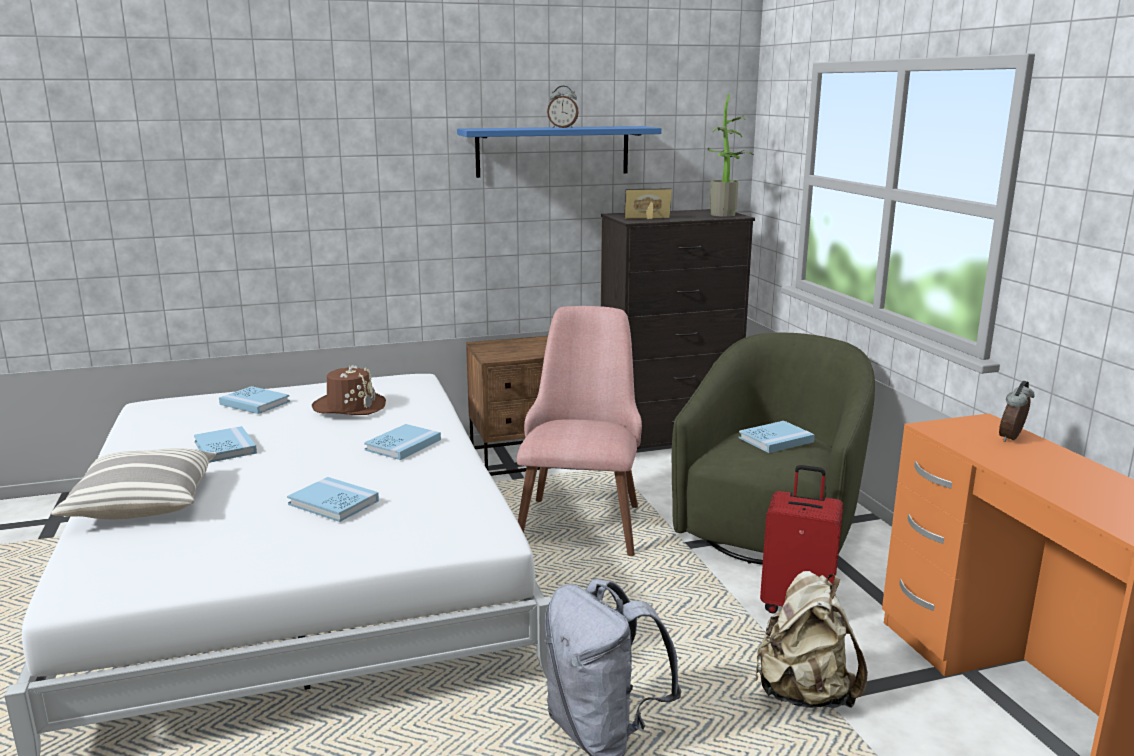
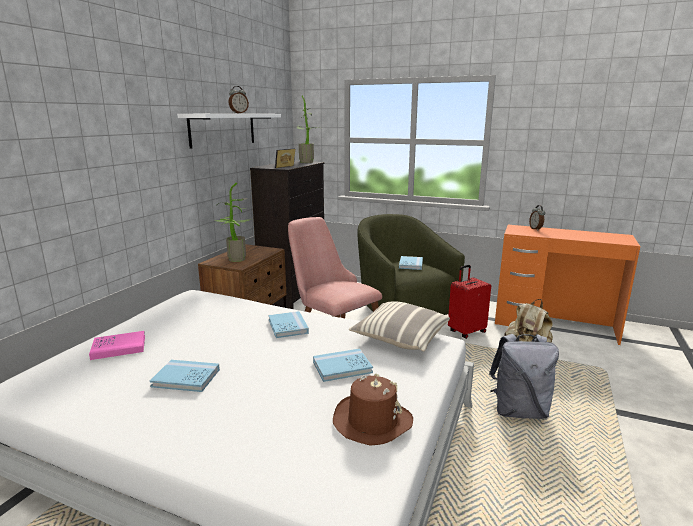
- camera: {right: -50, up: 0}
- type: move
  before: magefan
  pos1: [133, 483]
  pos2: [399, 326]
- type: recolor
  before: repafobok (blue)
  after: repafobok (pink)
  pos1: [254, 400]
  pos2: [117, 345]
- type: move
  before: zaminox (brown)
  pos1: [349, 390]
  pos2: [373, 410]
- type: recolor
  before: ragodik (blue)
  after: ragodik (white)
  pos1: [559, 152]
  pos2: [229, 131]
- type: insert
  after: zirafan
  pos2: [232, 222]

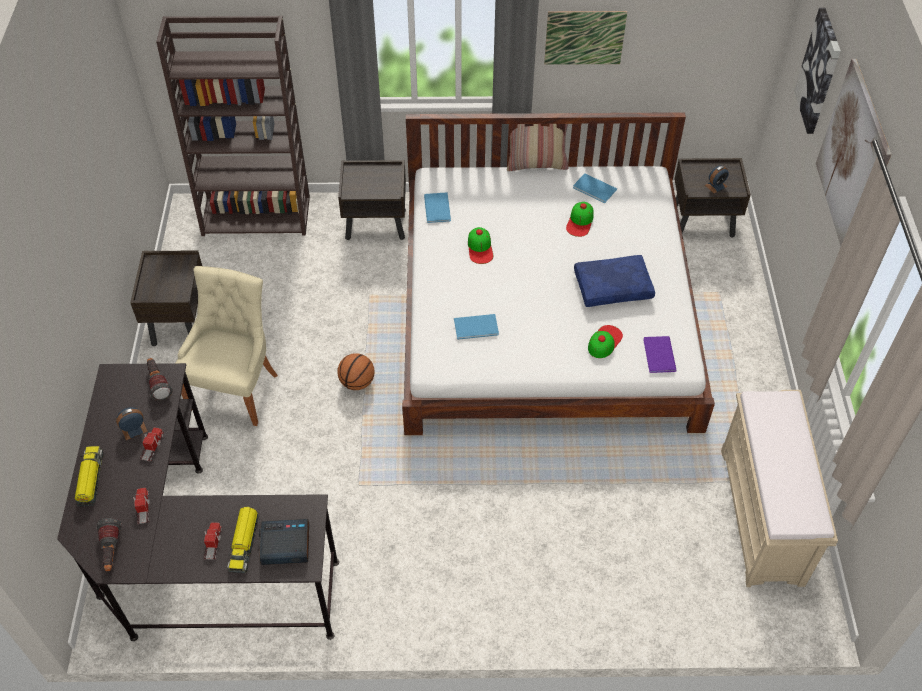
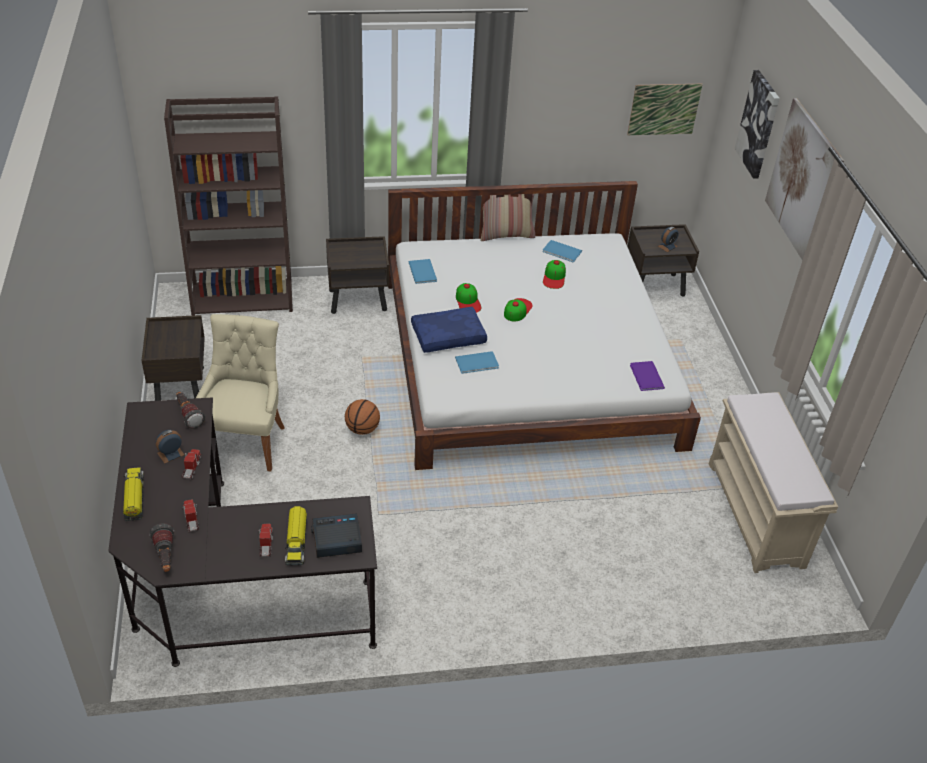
- camera: {right: -10, up: -10}
- type: move
  before: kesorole
  pos1: [585, 38]
  pos2: [665, 109]
- type: move
  before: magefan (blue)
  pos1: [614, 281]
  pos2: [449, 330]
- type: move
  before: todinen
  pos1: [605, 341]
  pos2: [518, 310]

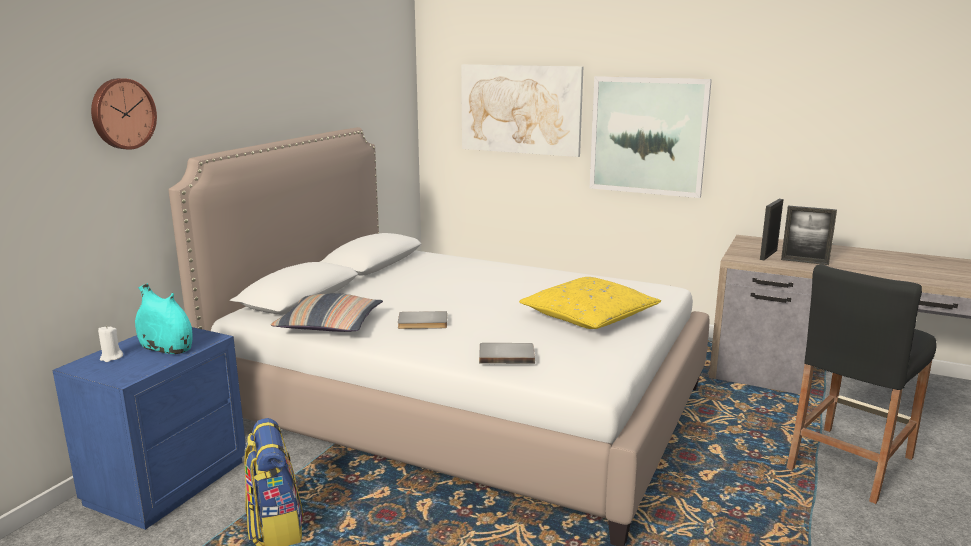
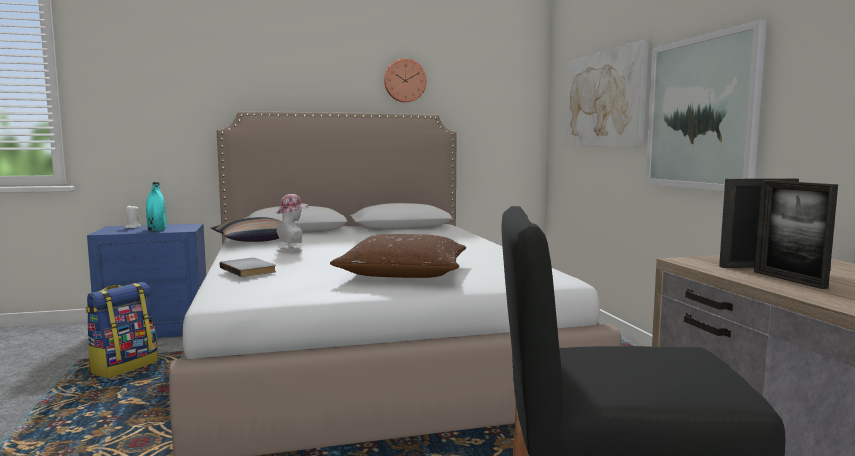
- camera: {right: 50, up: -10}
- type: move
  before: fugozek
  pos1: [124, 114]
  pos2: [405, 80]
- type: replace
  before: repafobok (grey)
  after: zaminox
  pos1: [422, 320]
  pos2: [292, 223]
- type: recolor
  before: magefan (yellow)
  after: magefan (brown)
  pos1: [590, 303]
  pos2: [398, 256]

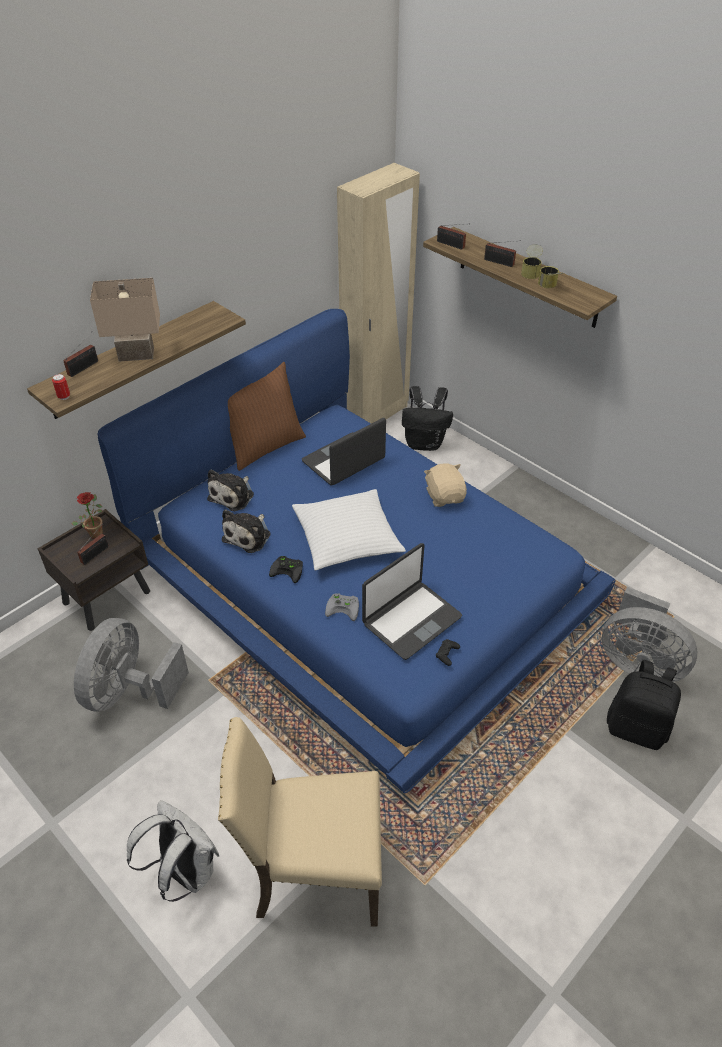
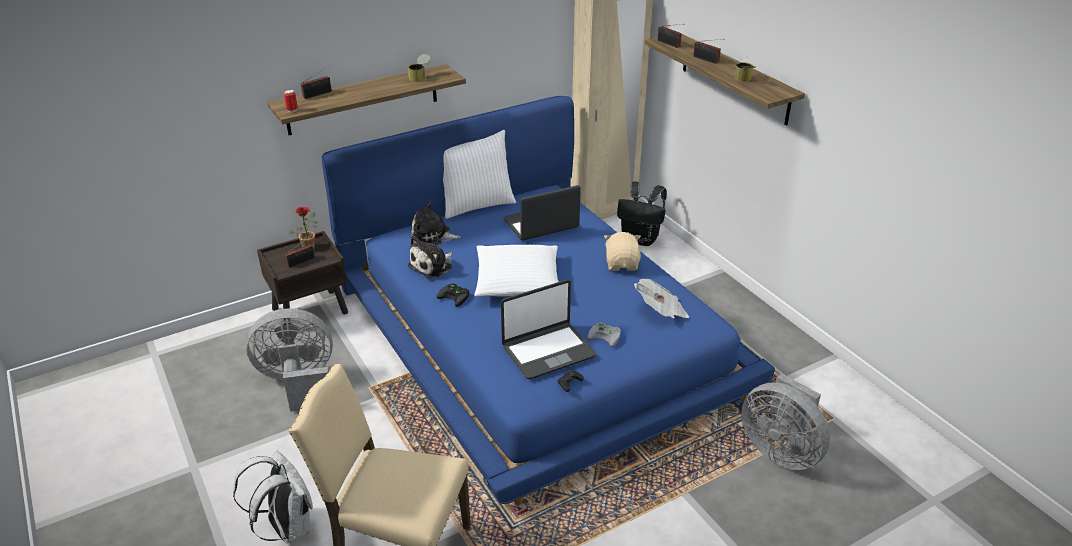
- camera: {right: 15, up: -10}
- type: rotate
  before: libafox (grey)
  pos1: [131, 665]
  pos2: [289, 360]
  turn: 45
- type: delete
  before: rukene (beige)
  pos1: [125, 320]
- type: rotate
  before: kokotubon
  pos1: [230, 490]
  pos2: [436, 223]
  turn: 60
- type: recolor
  before: magefan (brown)
  after: magefan (white)
  pos1: [267, 416]
  pos2: [479, 174]
- type: move
  before: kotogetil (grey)
  pos1: [342, 607]
  pos2: [604, 334]
- type: move
  before: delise
  pos1: [532, 261]
  pos2: [419, 68]
- type: delete
  before: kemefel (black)
  pos1: [644, 705]
- type: insert
  after: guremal
  pos2: [661, 298]

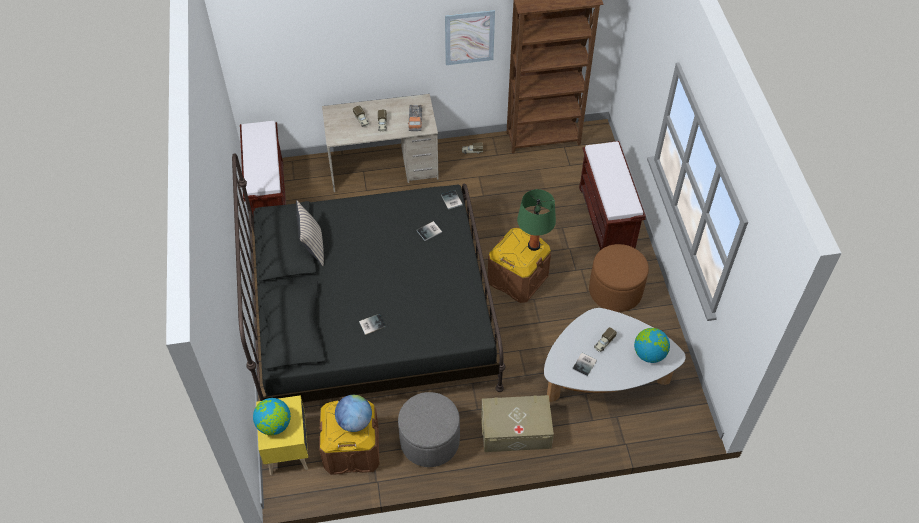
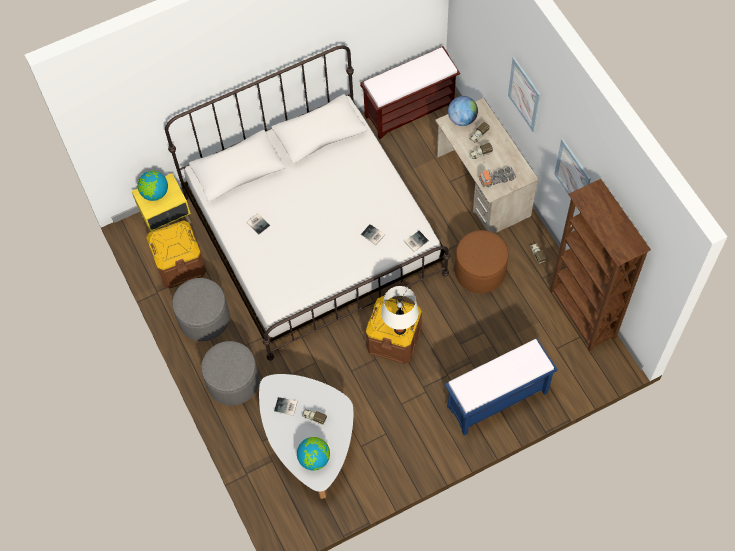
- camera: {right: 75, up: 10}
- type: recolor
  before: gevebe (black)
  after: gevebe (white)
  pos1: [368, 277]
  pos2: [307, 202]
- type: delete
  before: magefan (beige)
  pos1: [310, 233]
- type: move
  before: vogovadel
  pos1: [353, 413]
  pos2: [463, 111]
- type: replace
  before: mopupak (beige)
  after: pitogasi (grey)
  pos1: [517, 423]
  pos2: [230, 373]
- type: recolor
  before: rukene (green)
  after: rukene (white)
  pos1: [536, 220]
  pos2: [400, 310]
- type: recolor
  before: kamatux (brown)
  after: kamatux (blue)
  pos1: [612, 195]
  pos2: [501, 386]
- type: move
  before: pitogasi (brown)
  pos1: [619, 278]
  pos2: [482, 261]
- type: insert
  after: kesorole
  pos2: [524, 94]

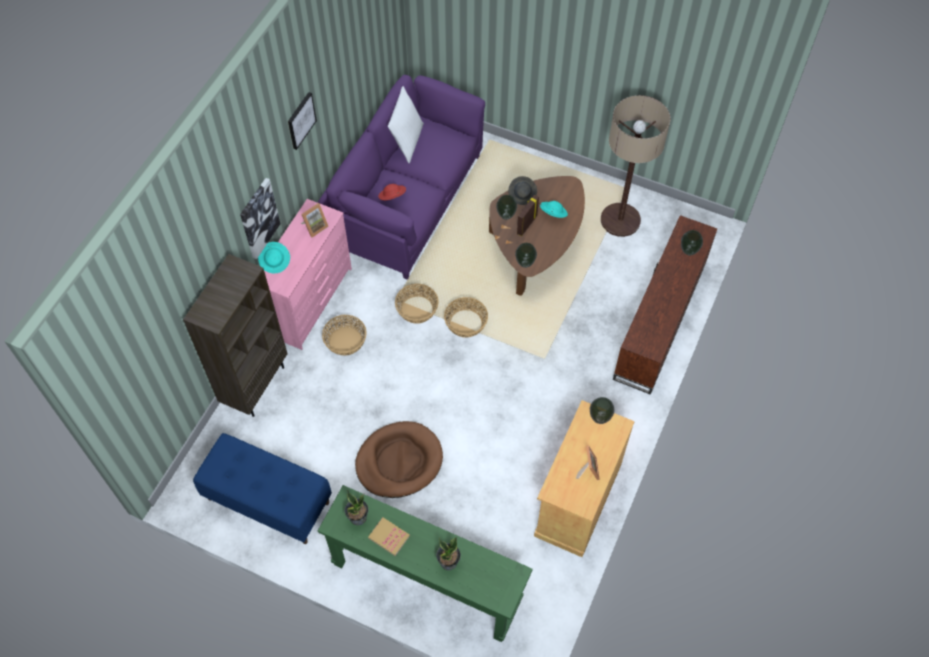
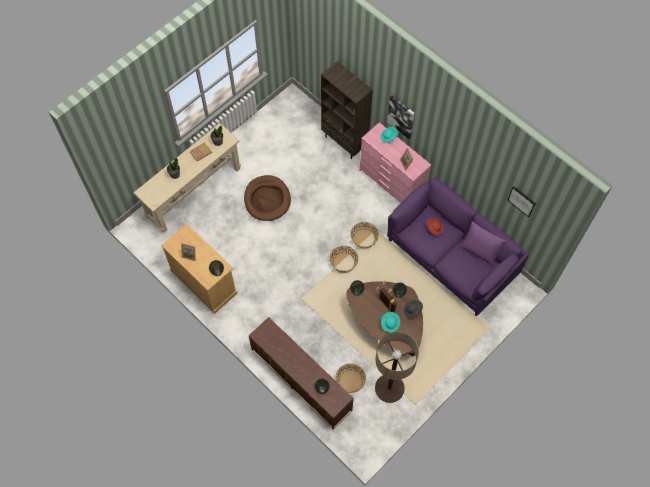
- camera: {right: 110, up: 5}
- type: delete
  before: kamatux (blue)
  pos1: [262, 488]
- type: move
  before: kesorole
  pos1: [302, 121]
  pos2: [522, 201]
- type: recolor
  before: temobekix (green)
  after: temobekix (beige)
  pos1: [425, 563]
  pos2: [187, 178]
- type: move
  before: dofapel
  pos1: [344, 335]
  pos2: [350, 378]
- type: recolor
  before: magefan (white)
  after: magefan (purple)
  pos1: [406, 124]
  pos2: [483, 244]

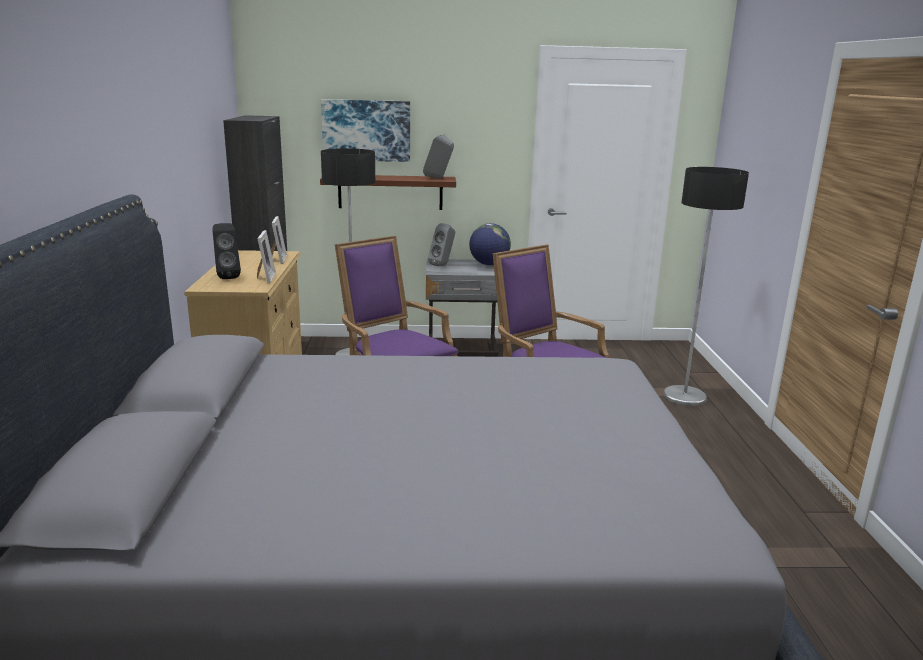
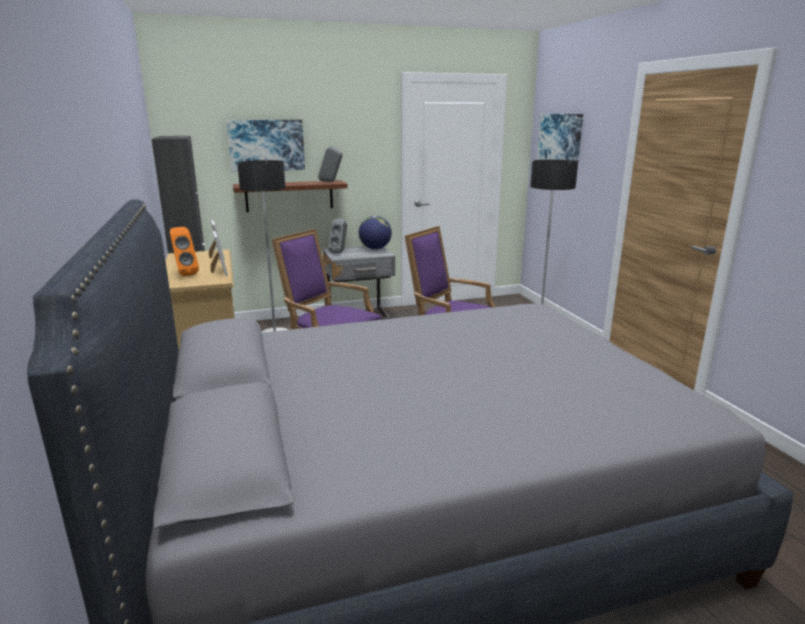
- camera: {right: -15, up: 0}
- type: recolor
  before: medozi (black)
  after: medozi (orange)
  pos1: [227, 251]
  pos2: [184, 251]
- type: insert
  after: kesorole
  pos2: [560, 137]

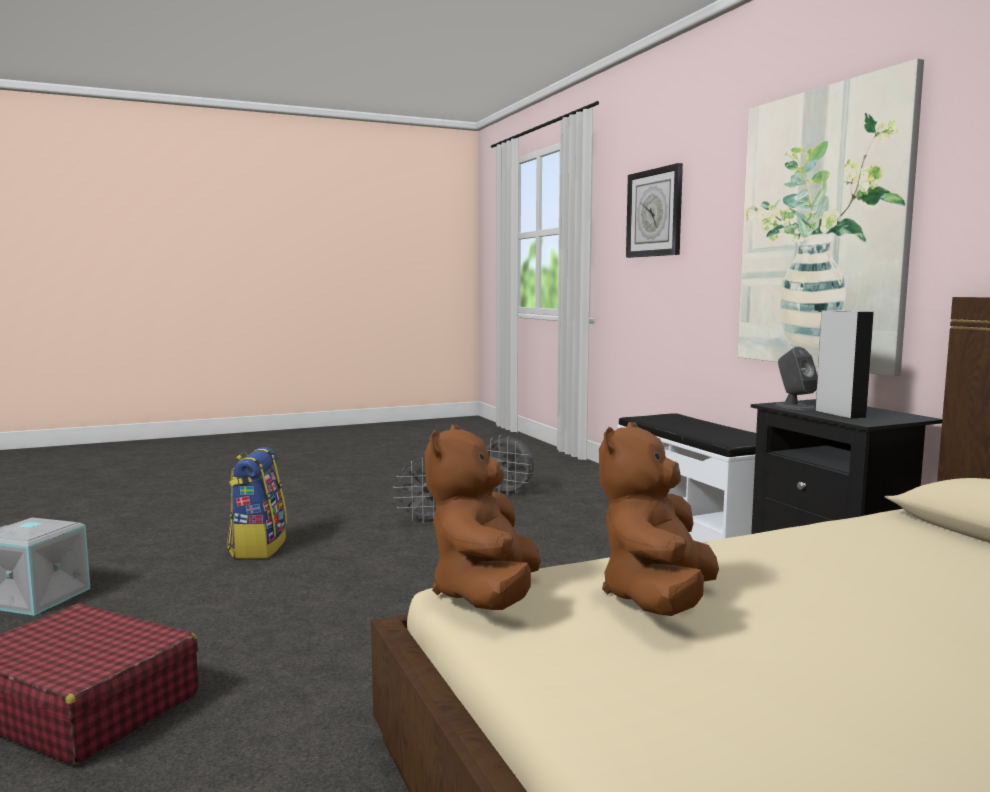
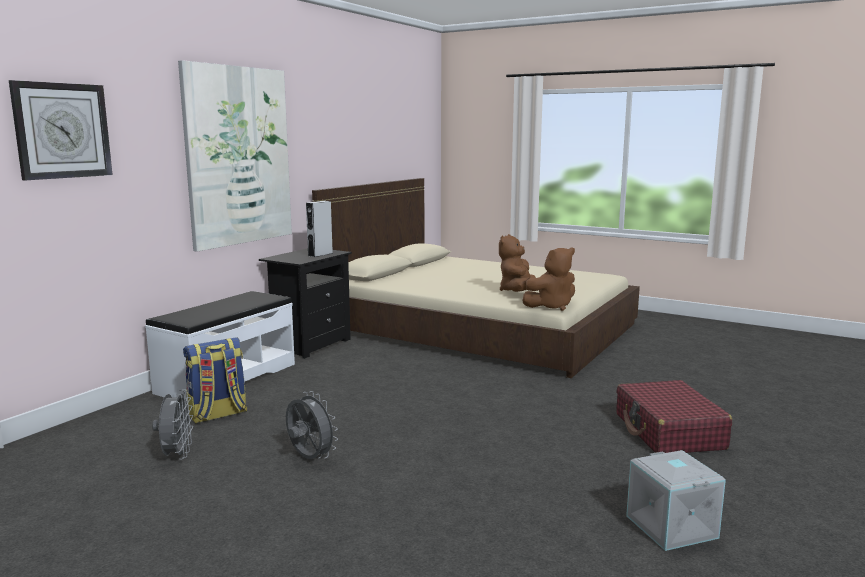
- camera: {right: -125, up: 5}
- type: move
  before: kemefel
  pos1: [257, 503]
  pos2: [215, 380]
- type: rotate
  before: kokotubon (brown)
  pos1: [659, 519]
  pos2: [517, 263]
  turn: 120
- type: delete
  before: medozi (grey)
  pos1: [796, 378]

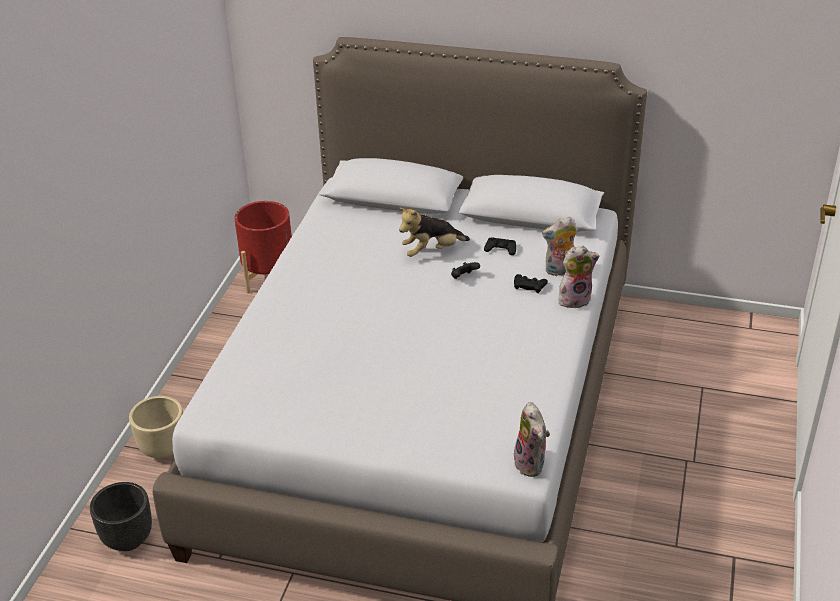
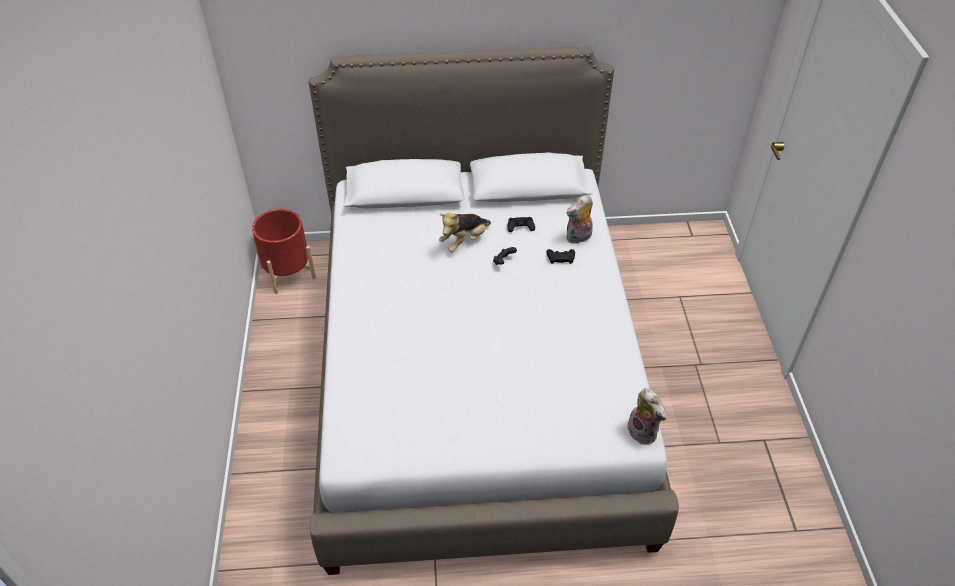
- camera: {right: -20, up: 10}
- type: delete
  before: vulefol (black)
  pos1: [121, 516]
- type: delete
  before: vulefol (beige)
  pos1: [156, 428]
- type: delete
  before: kokotubon
  pos1: [579, 277]

